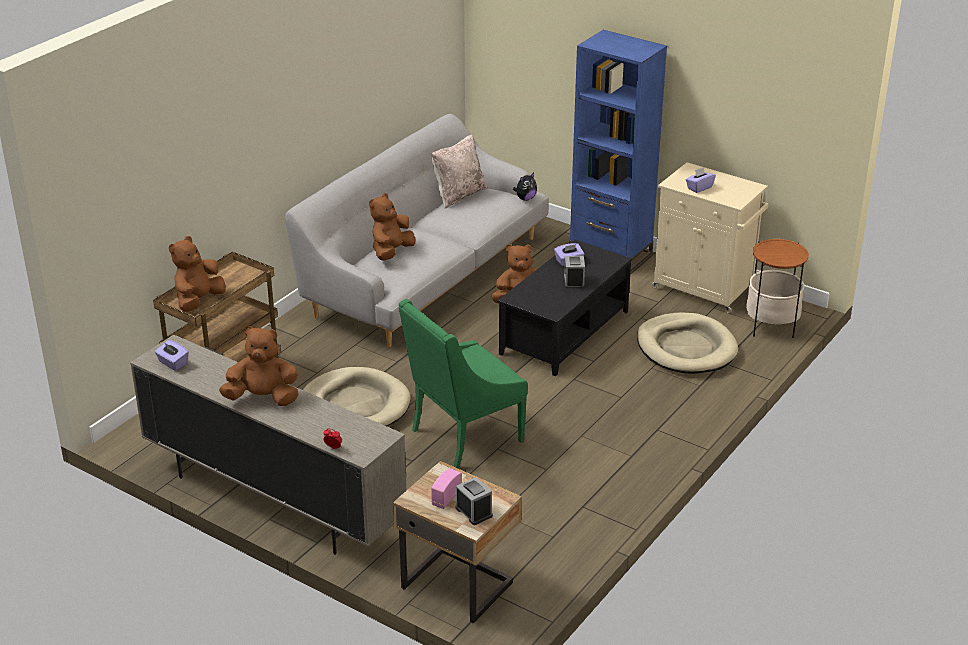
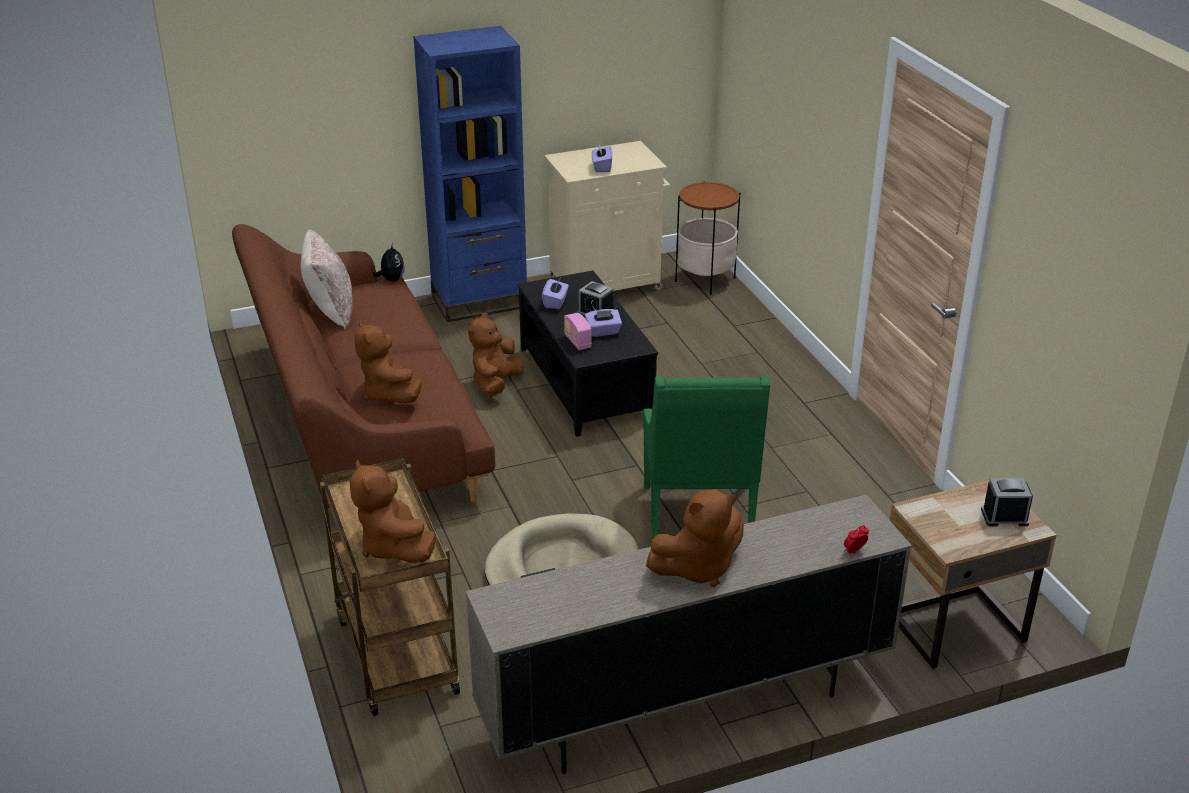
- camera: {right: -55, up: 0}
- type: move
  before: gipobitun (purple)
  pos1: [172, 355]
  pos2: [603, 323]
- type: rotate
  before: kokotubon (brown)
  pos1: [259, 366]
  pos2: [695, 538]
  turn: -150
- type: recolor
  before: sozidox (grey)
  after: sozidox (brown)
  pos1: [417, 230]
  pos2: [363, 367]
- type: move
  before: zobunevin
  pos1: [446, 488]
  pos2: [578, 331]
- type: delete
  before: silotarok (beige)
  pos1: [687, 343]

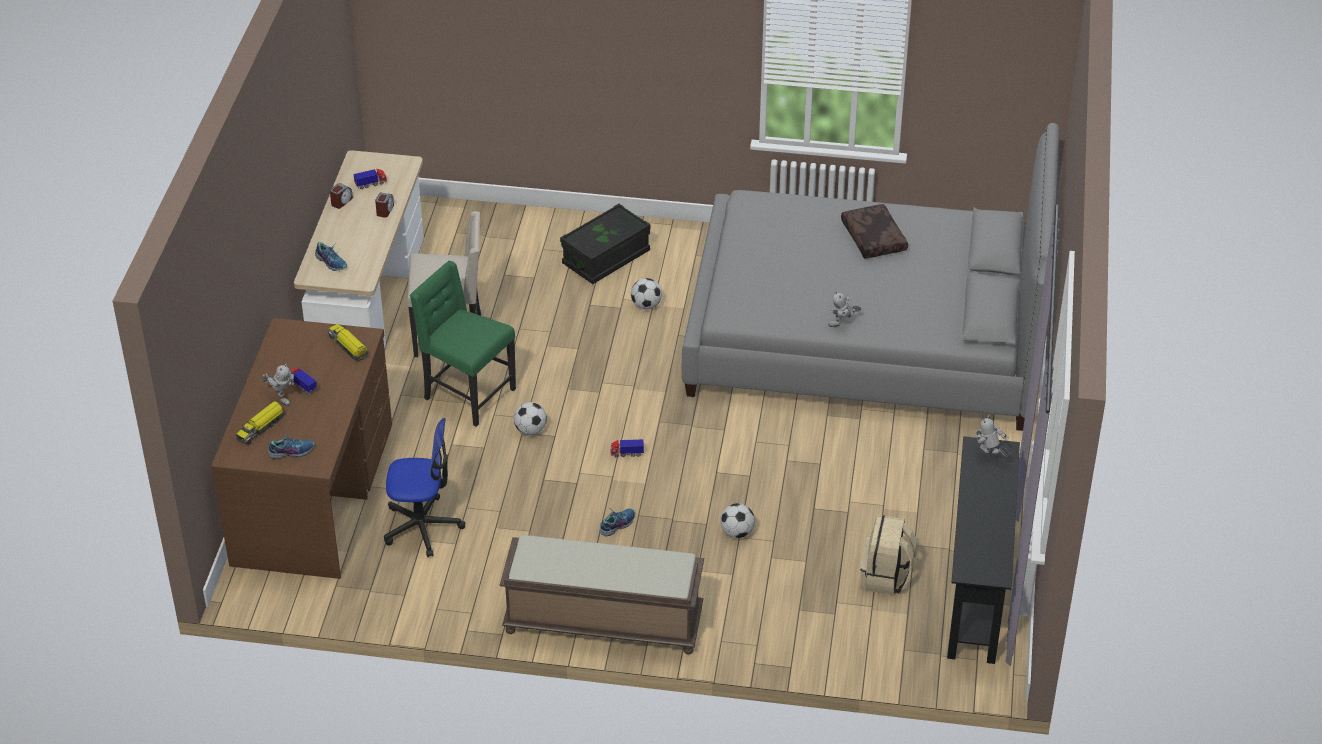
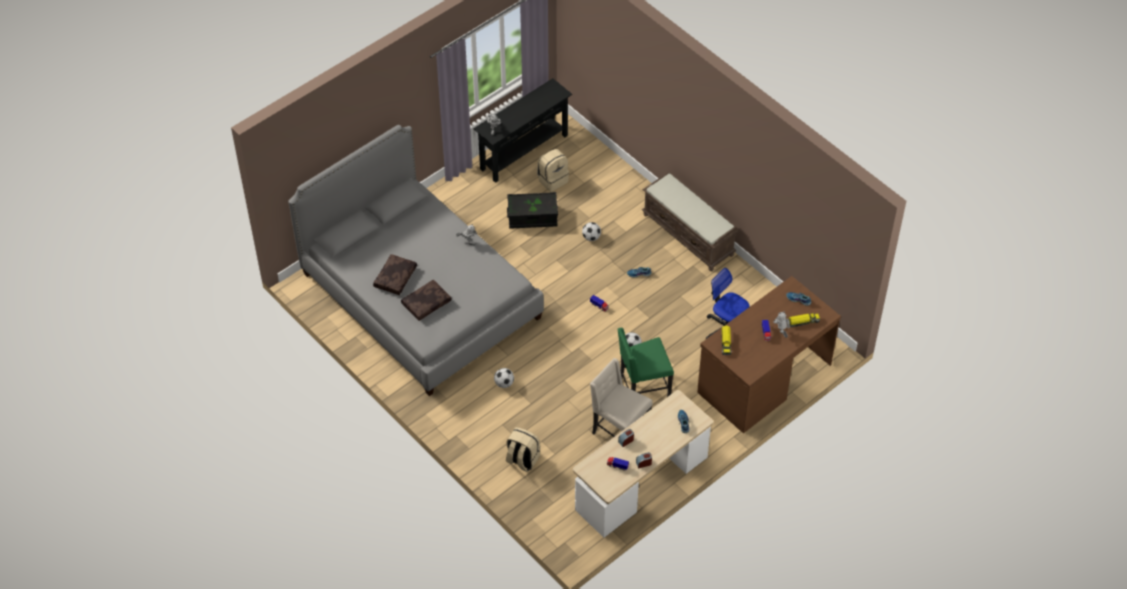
- camera: {right: -140, up: 10}
- type: rotate
  before: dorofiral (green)
  pos1: [463, 344]
  pos2: [645, 362]
  turn: 90
- type: move
  before: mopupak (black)
  pos1: [605, 244]
  pos2: [532, 210]
- type: insert
  after: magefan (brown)
  pos2: [426, 300]
- type: insert
  after: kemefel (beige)
  pos2: [523, 449]

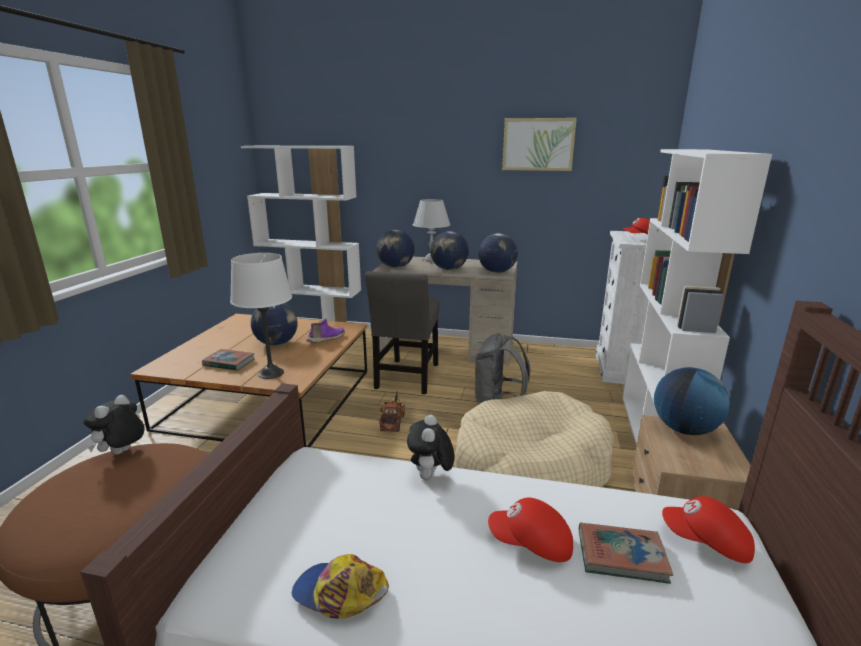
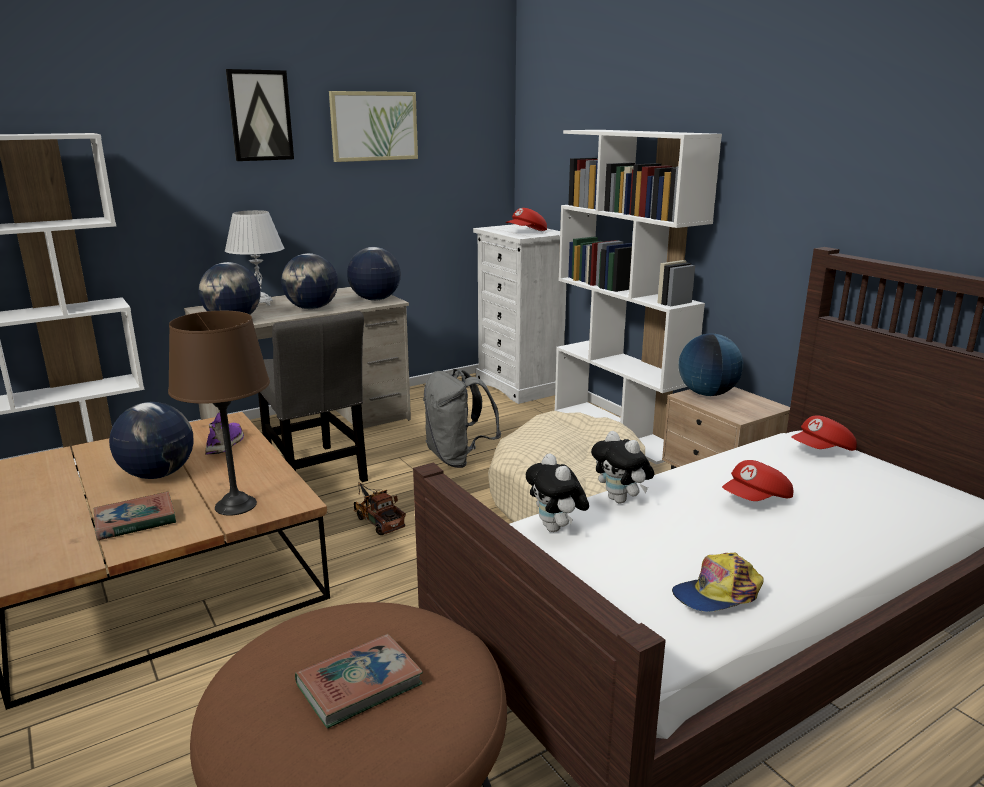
- camera: {right: -45, up: 0}
- type: move
  before: kokotubon
  pos1: [114, 425]
  pos2: [557, 492]
- type: recolor
  before: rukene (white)
  after: rukene (brown)
  pos1: [261, 316]
  pos2: [219, 413]
- type: move
  before: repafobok
  pos1: [626, 553]
  pos2: [359, 681]
- type: insert
  after: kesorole
  pos2: [260, 115]

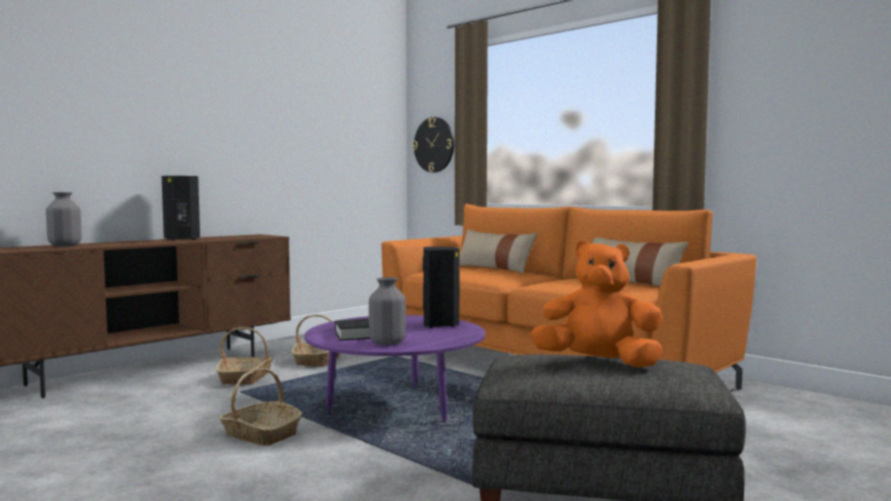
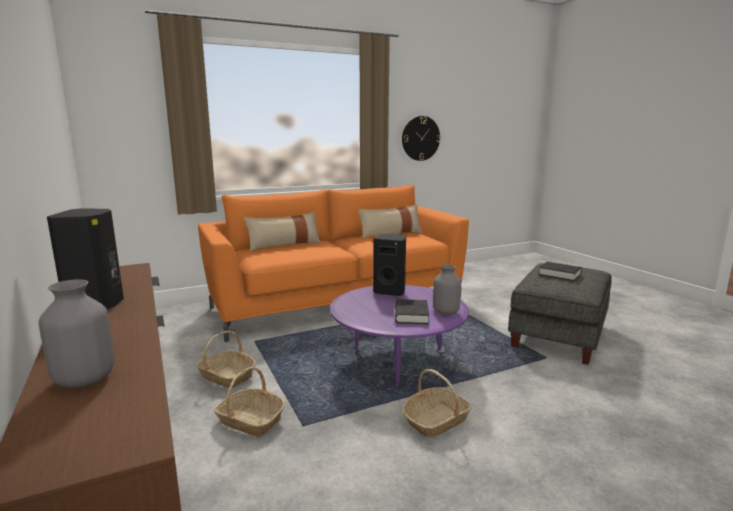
- camera: {right: -70, up: 10}
- type: move
  before: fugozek
  pos1: [433, 145]
  pos2: [421, 138]
- type: replace
  before: kokotubon (orange)
  after: repafobok (black)
  pos1: [596, 304]
  pos2: [560, 271]

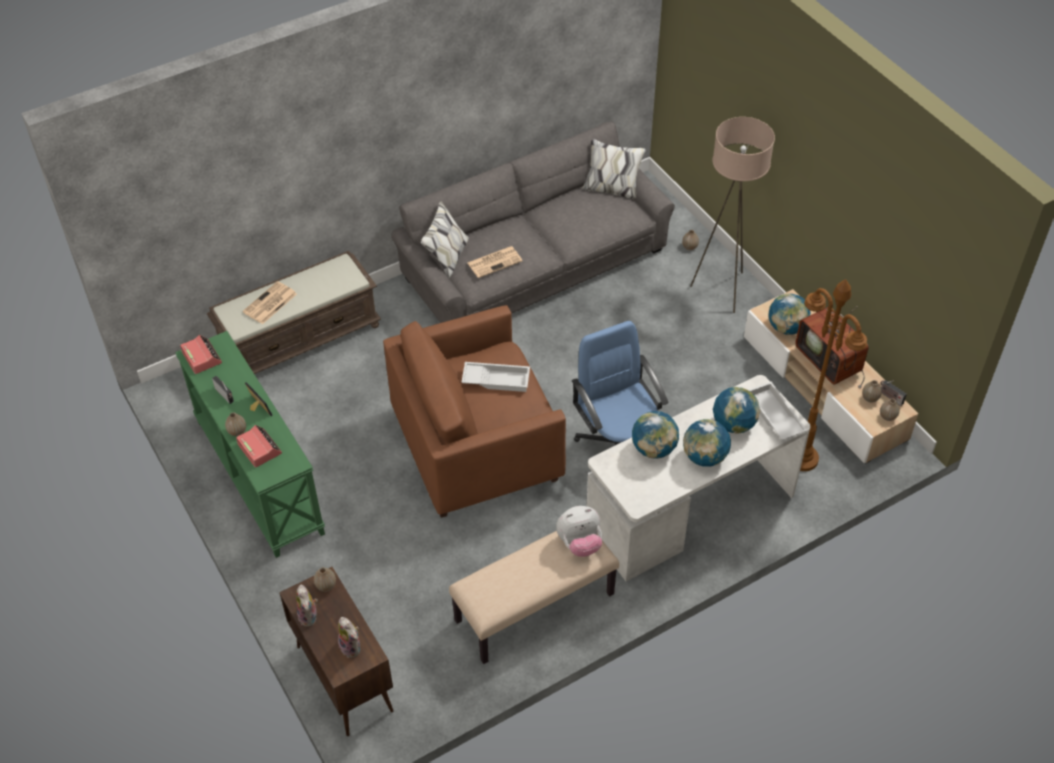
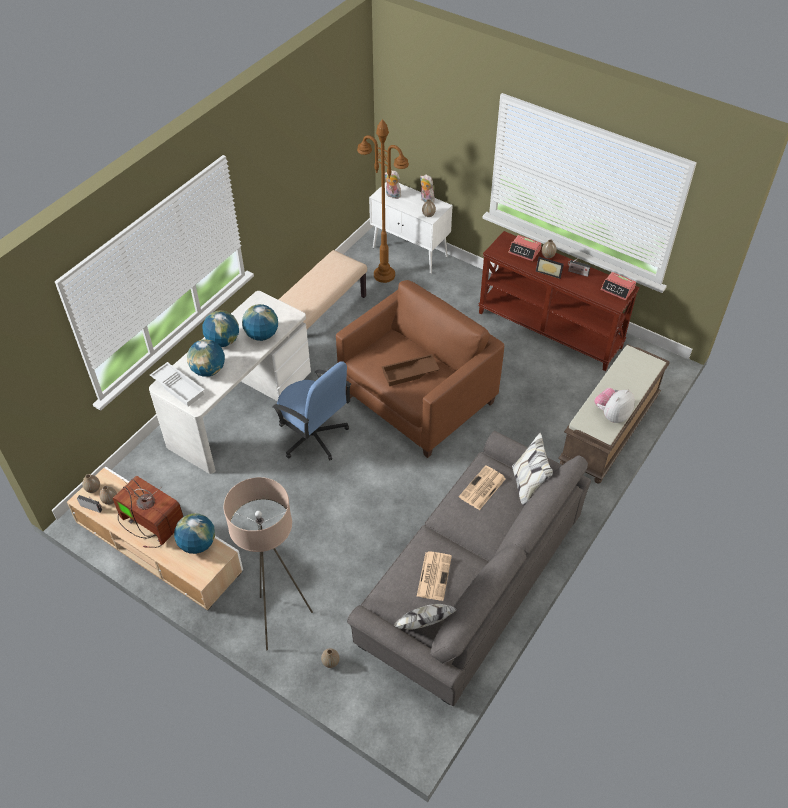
- camera: {right: 155, up: 0}
- type: recolor
  before: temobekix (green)
  after: temobekix (brown)
  pos1: [250, 444]
  pos2: [559, 301]
- type: move
  before: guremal
  pos1: [270, 302]
  pos2: [434, 576]
- type: recolor
  before: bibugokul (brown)
  after: bibugokul (white)
  pos1: [336, 651]
  pos2: [411, 228]
- type: recolor
  before: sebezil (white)
  after: sebezil (brown)
  pos1: [495, 377]
  pos2: [411, 370]
- type: move
  before: kokotubon
  pos1: [579, 531]
  pos2: [614, 405]
- type: move
  before: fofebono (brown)
  pos1: [833, 375]
  pos2: [383, 201]

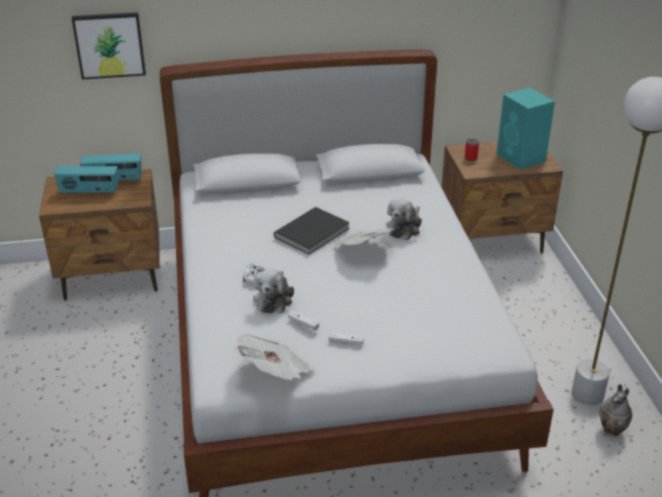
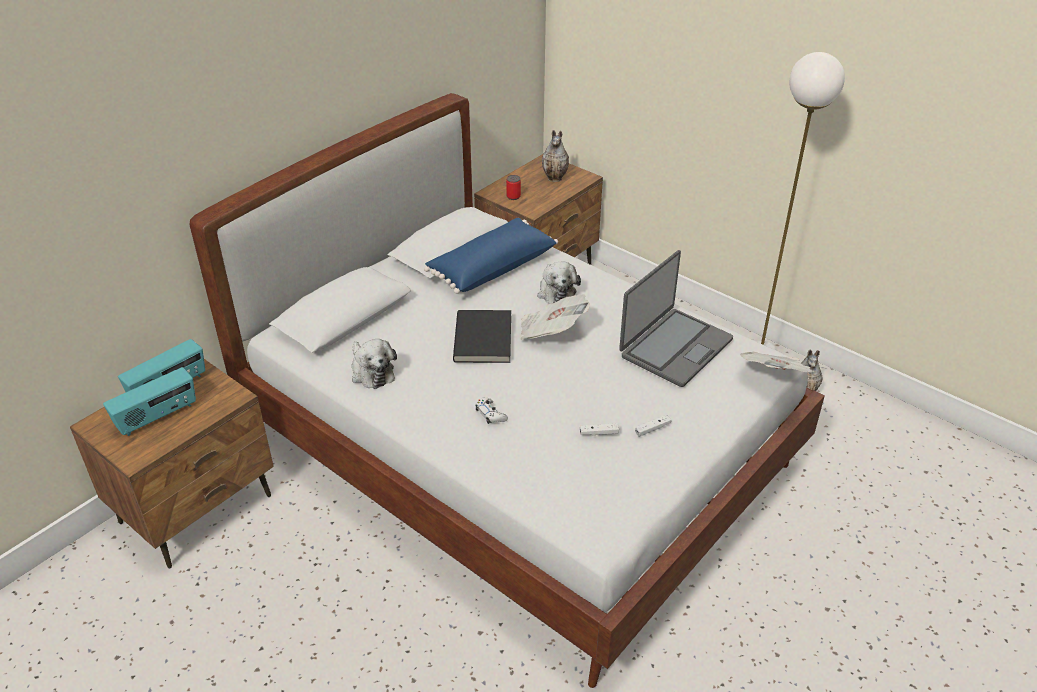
- camera: {right: -40, up: 5}
- type: delete
  before: kesorole
  pos1: [109, 46]
- type: move
  before: guremal
  pos1: [274, 357]
  pos2: [777, 361]
- type: move
  before: kokotubon
  pos1: [273, 291]
  pos2: [374, 364]
- type: replace
  before: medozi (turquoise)
  after: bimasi
  pos1: [525, 129]
  pos2: [555, 156]
- type: insert
  after: magefan (blue)
  pos2: [491, 256]
- type: insert
  after: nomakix
  pos2: [676, 318]

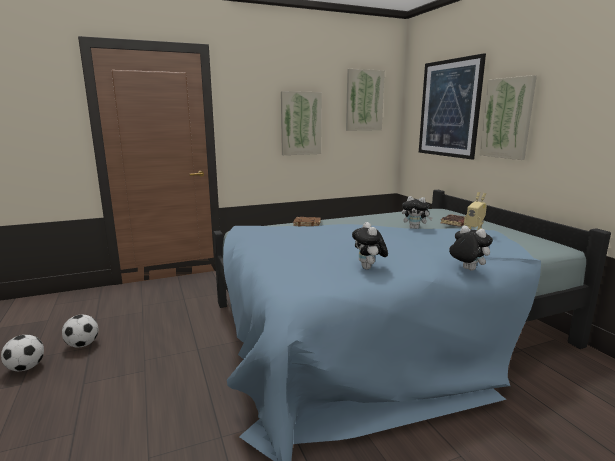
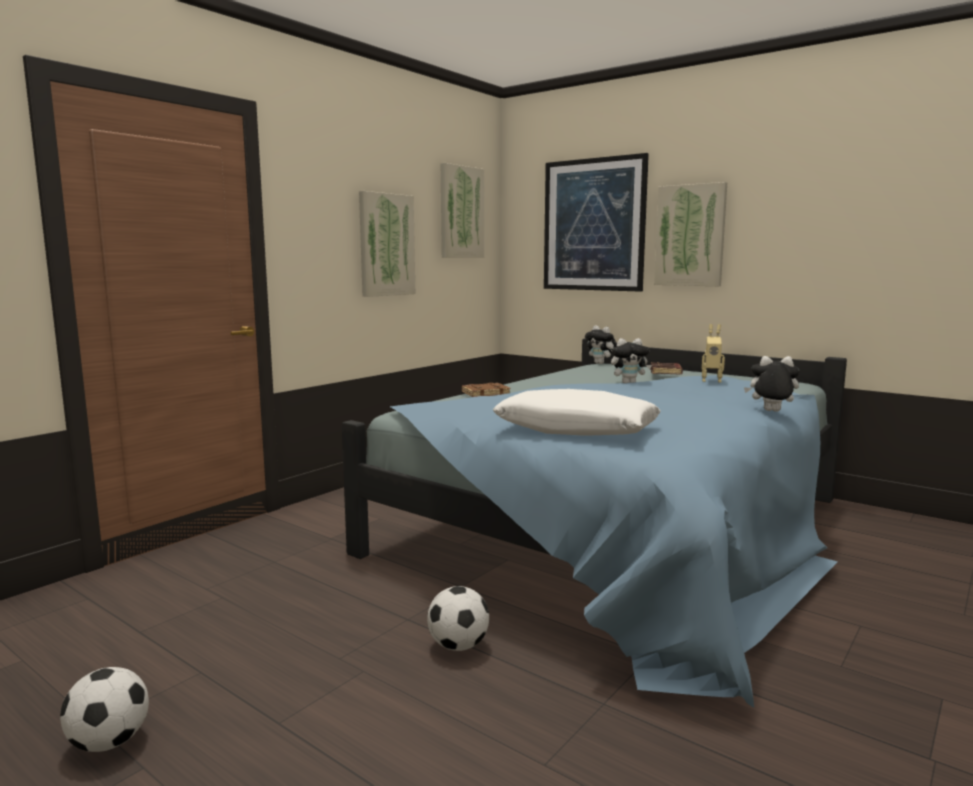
- camera: {right: -30, up: -5}
- type: move
  before: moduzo
  pos1: [80, 331]
  pos2: [458, 618]
- type: move
  before: kokotubon
  pos1: [370, 245]
  pos2: [601, 344]
- type: insert
  after: magefan (white)
  pos2: [577, 412]

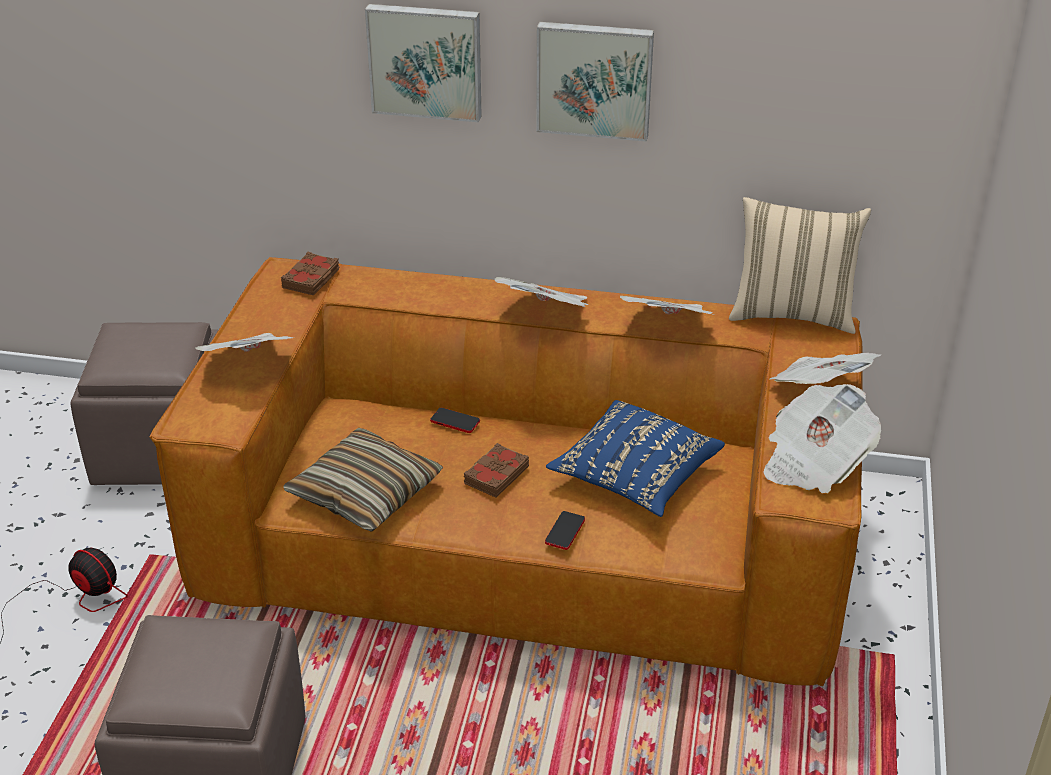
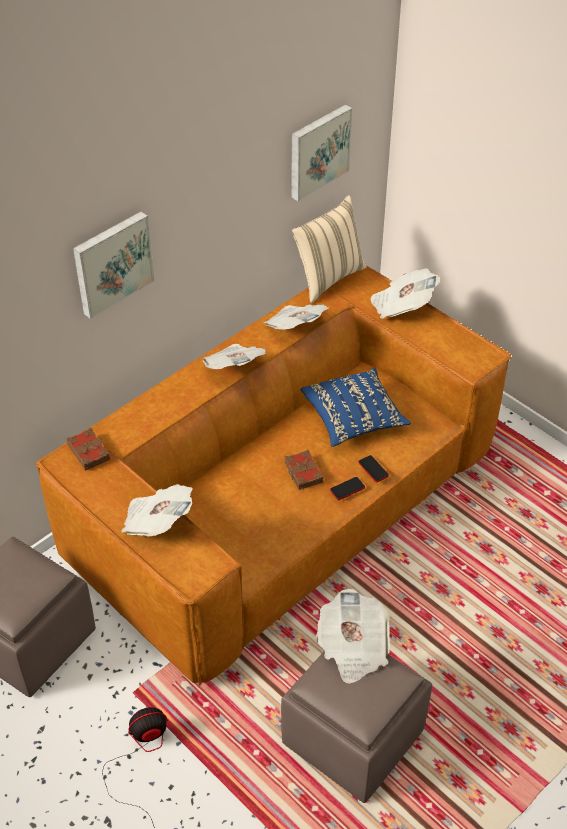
- camera: {right: -55, up: 10}
- type: delete
  before: magefan
  pos1: [363, 480]
- type: move
  before: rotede
  pos1: [455, 420]
  pos2: [347, 488]
- type: move
  before: kesorole
  pos1: [595, 82]
  pos2: [321, 152]
- type: move
  before: guremal
  pos1: [822, 438]
  pos2: [353, 636]

